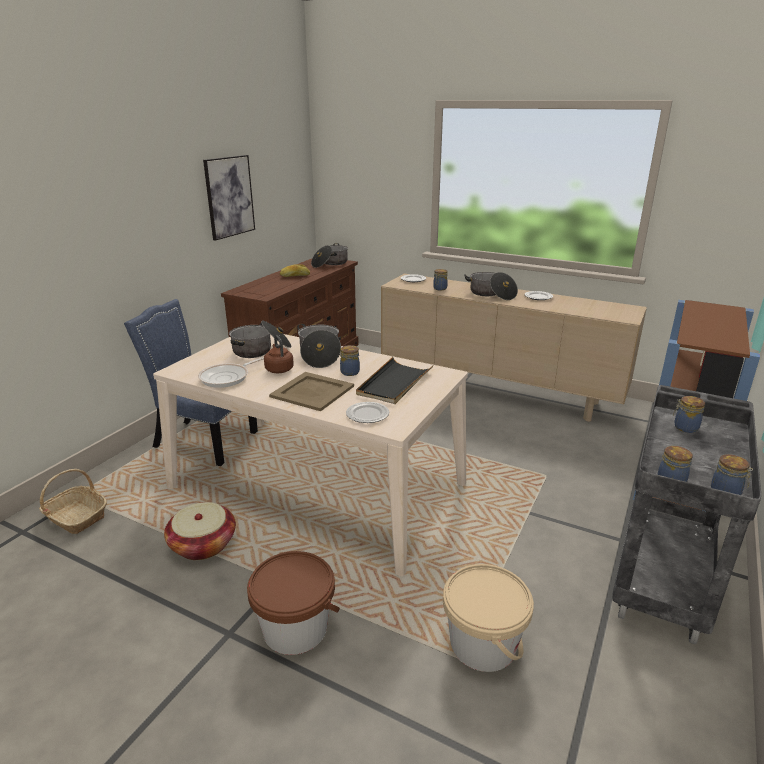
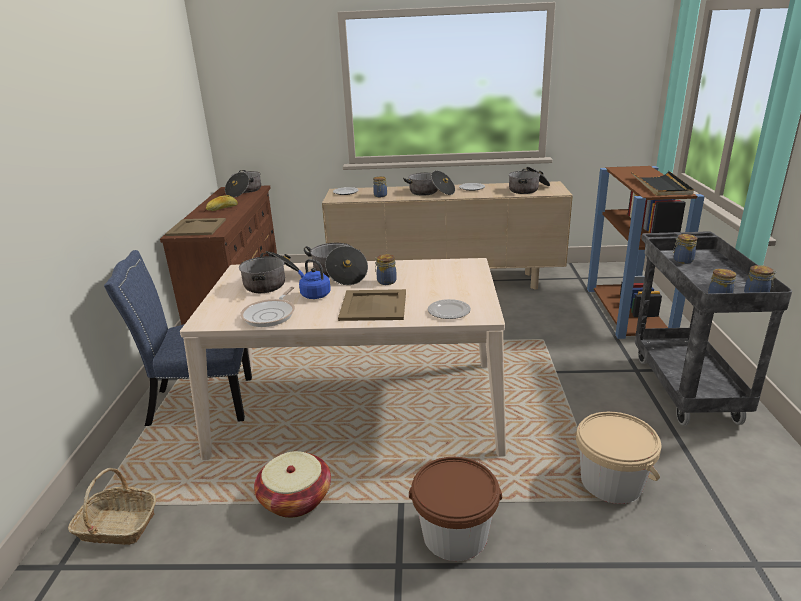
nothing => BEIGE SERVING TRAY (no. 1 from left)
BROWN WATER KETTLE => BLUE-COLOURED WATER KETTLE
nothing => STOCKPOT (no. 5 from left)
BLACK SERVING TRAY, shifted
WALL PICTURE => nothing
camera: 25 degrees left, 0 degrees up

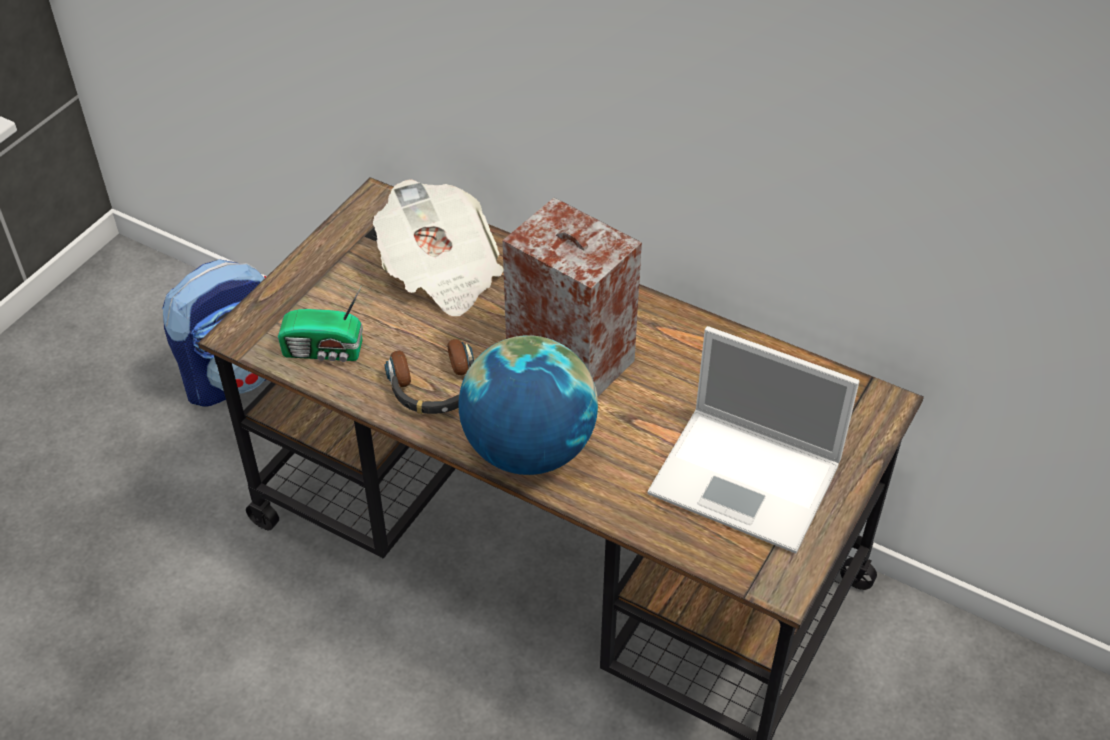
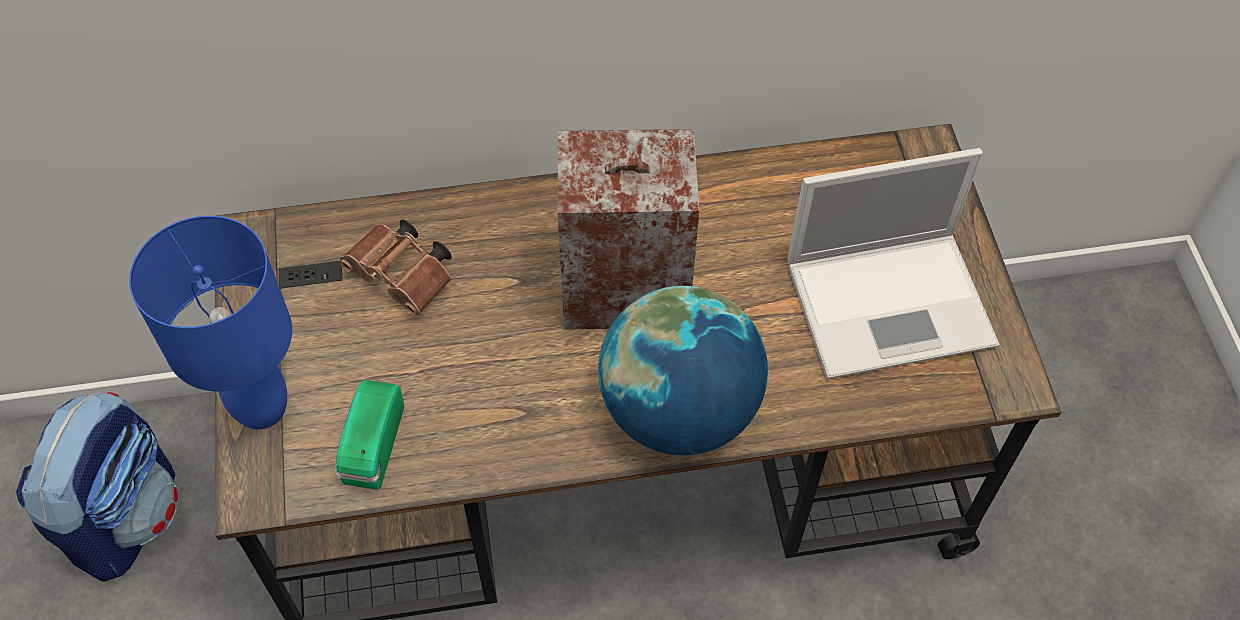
nothing => BLUE-COLOURED TABLETOP LAMP
RADIO, 135 degrees clockwise
DAILY PAPER => BROWN FIELD GLASSES
PAIR OF HEADPHONES => nothing
camera: 40 degrees left, 10 degrees up

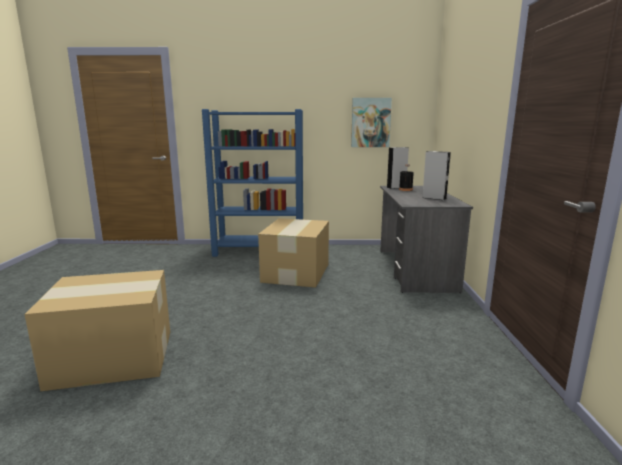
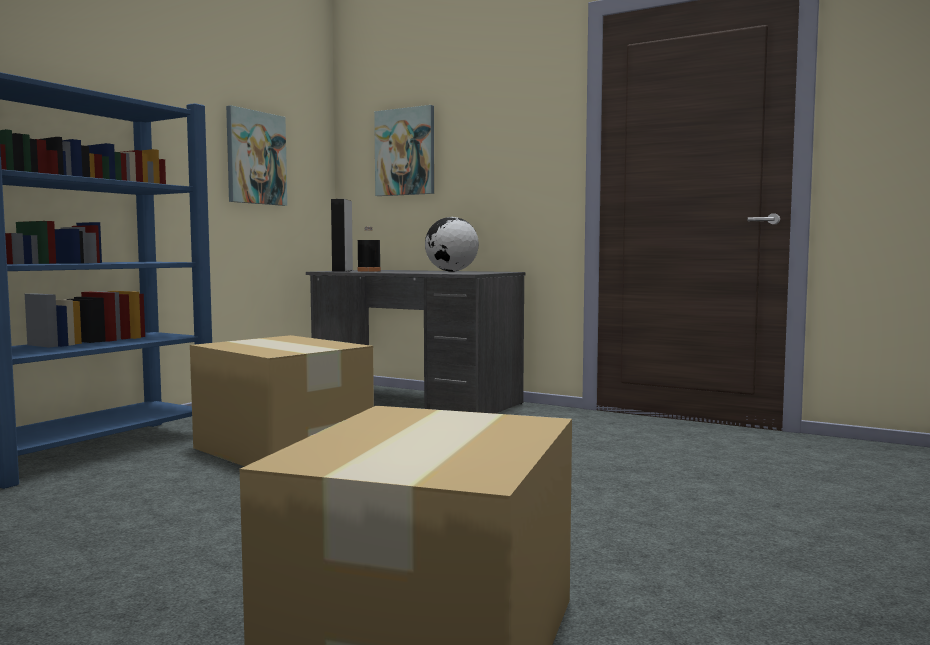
nothing => WALL PICTURE (no. 2 from left)
GRAY LOUDSPEAKER (no. 2 from left) => DESK GLOBE
camera: 60 degrees left, 10 degrees down

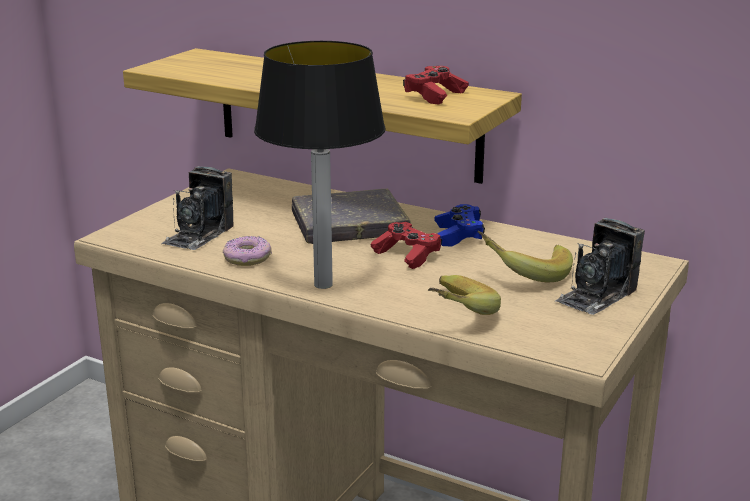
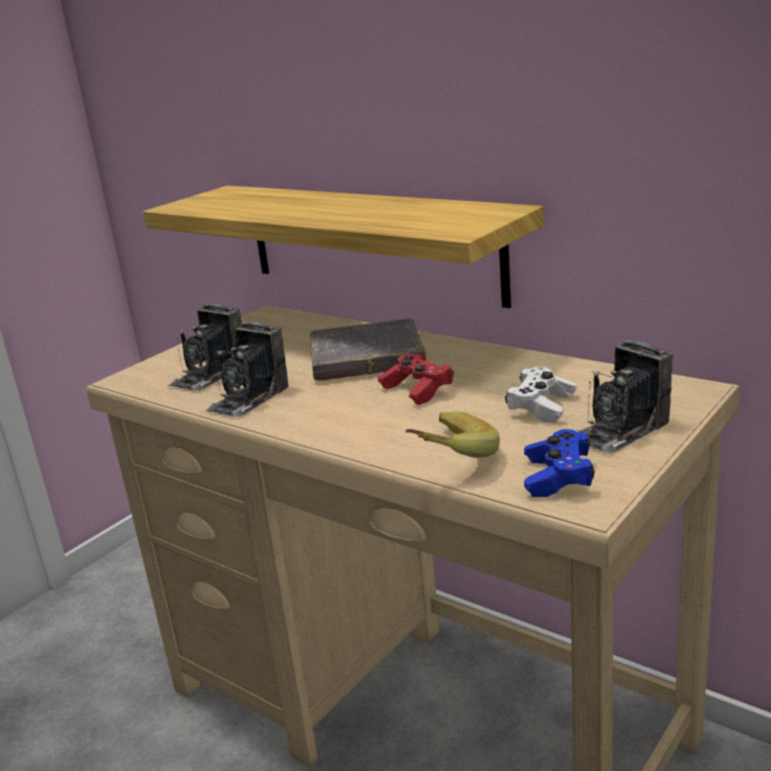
RING DOUGHNUT => PHOTO CAMERA (no. 2 from left)
WHOLE BANANA (no. 2 from left) => WHITISH GAMEPAD
BLUE-COLOURED GAMEPAD, shifted
TABLETOP LAMP => nothing
RED GAMEPAD (no. 2 from left) => nothing
camera: 10 degrees right, 0 degrees up

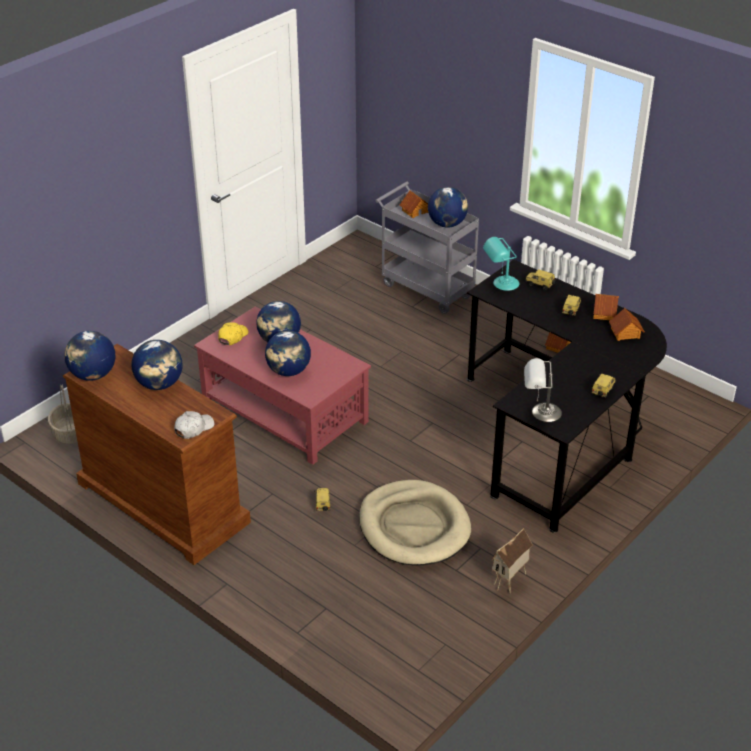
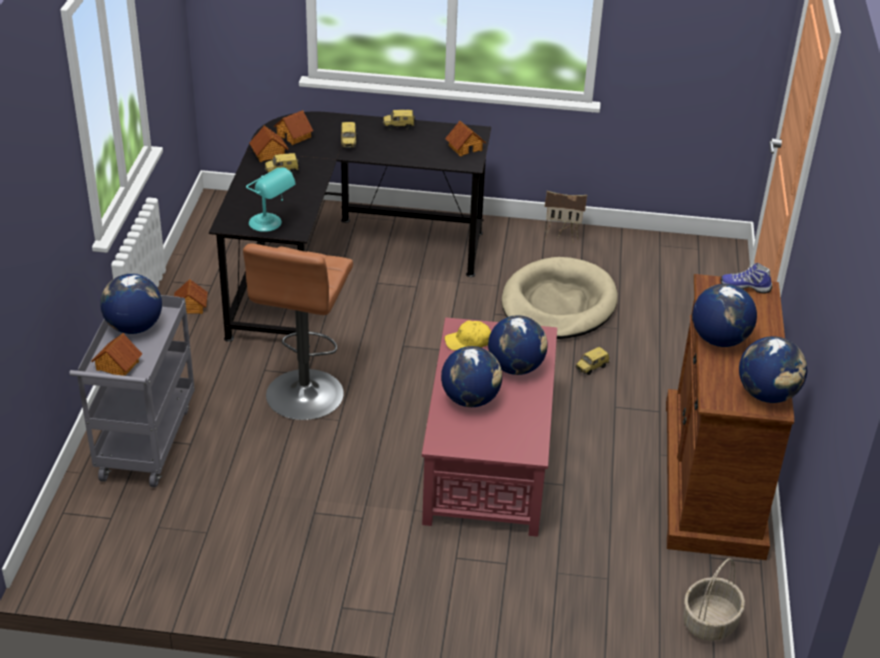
nothing => BROWN STOOL
MINIATURE CAR (no. 2 from left), shifted
WHITISH TABLETOP LAMP => MINIATURE HOUSE (no. 5 from left)
YELLOW BASEBALL CAP, shifted
WHITISH BASEBALL CAP => ITEM OF FOOTWEAR
camera: 125 degrees left, 0 degrees up

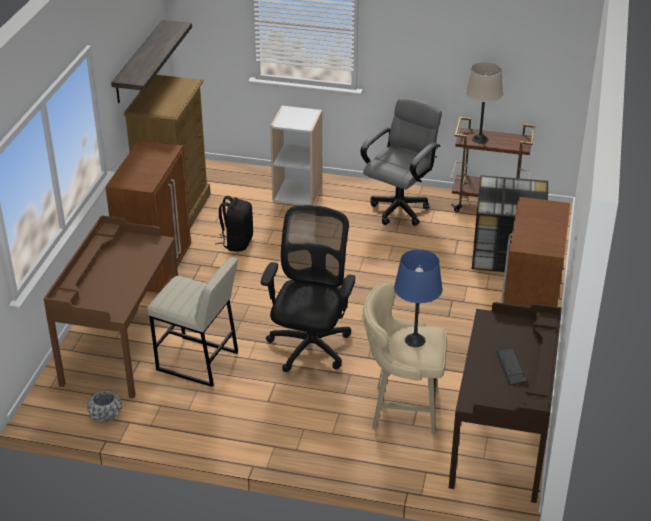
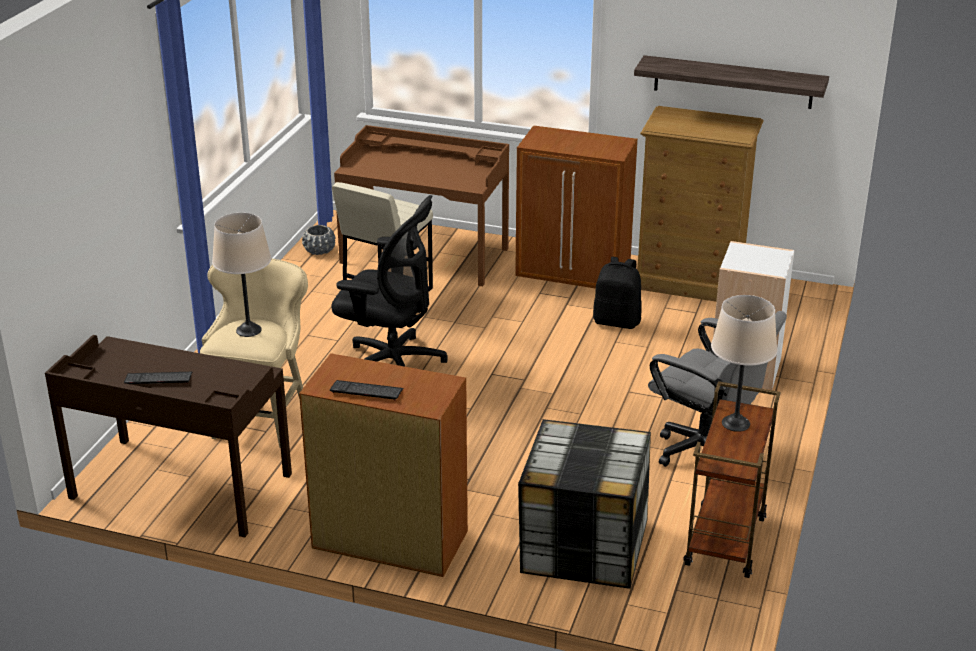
BLUE-COLOURED TABLETOP LAMP => BEIGE TABLETOP LAMP (no. 1 from left)
nothing => PC KEYBOARD (no. 2 from left)
camera: 95 degrees right, 5 degrees down

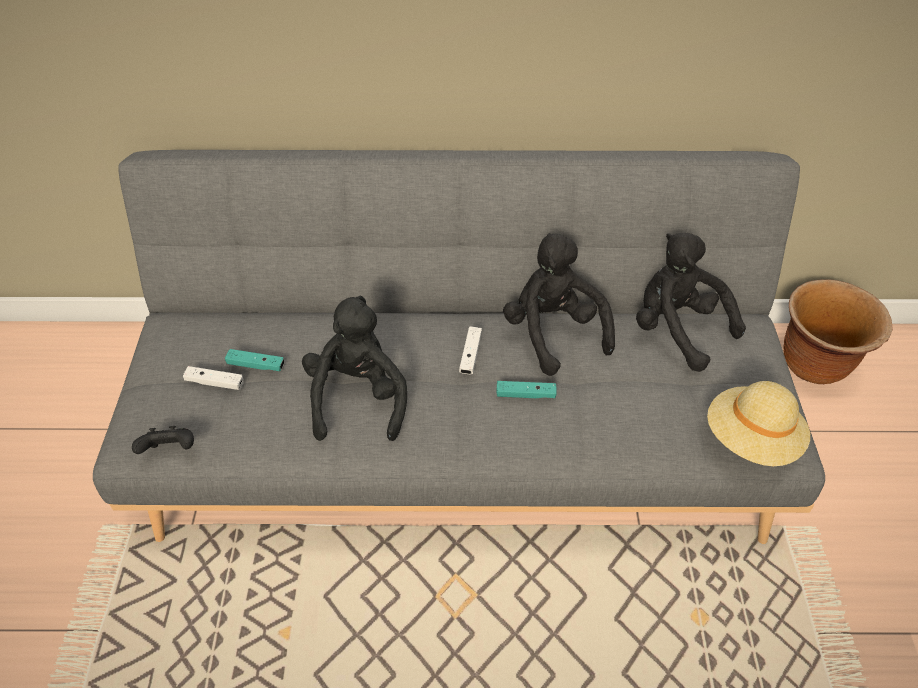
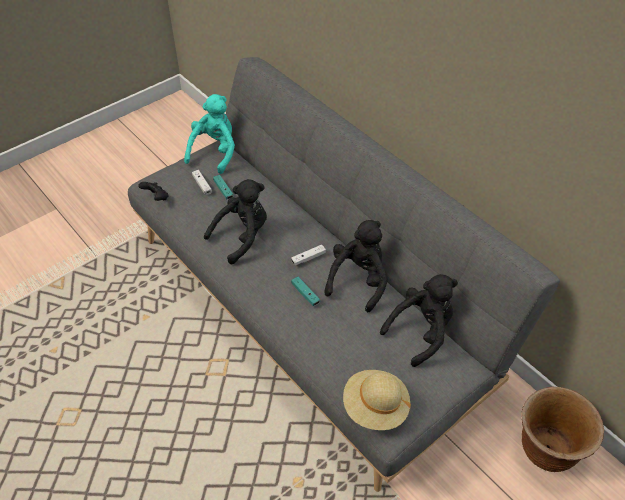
nothing => BLUE-GREEN PLUSH TOY
BLACK PLUSH TOY (no. 3 from left), 45 degrees clockwise
camera: 50 degrees right, 0 degrees up

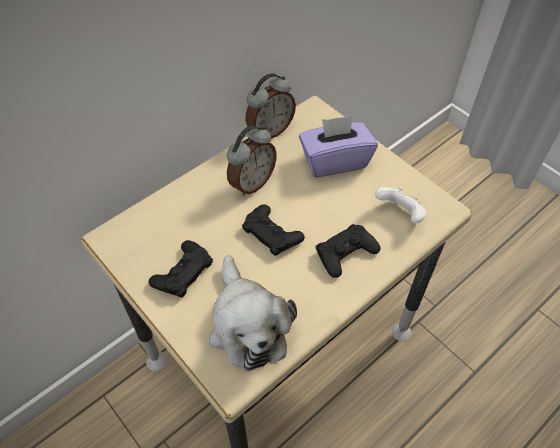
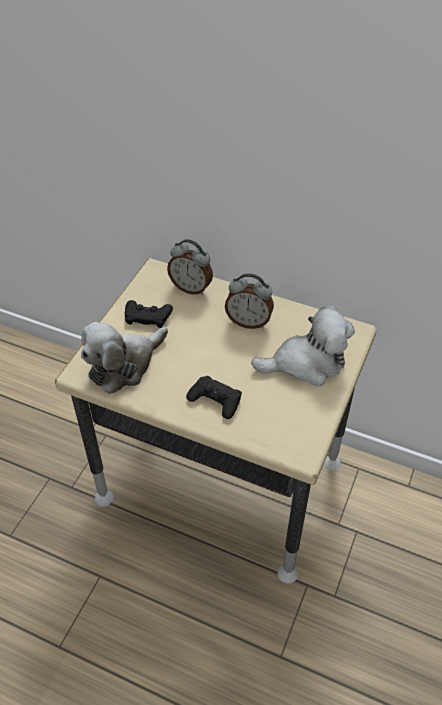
BEDSIDE CLOCK (no. 2 from left in the first image) => BEDSIDE CLOCK (no. 1 from left), shifted
PURPLISH BOX OF TISSUES => PLUSH TOY (no. 2 from left)
BLACK GAMEPAD (no. 2 from left) => nothing
WHITISH GAMEPAD => nothing
camera: 65 degrees right, 5 degrees down

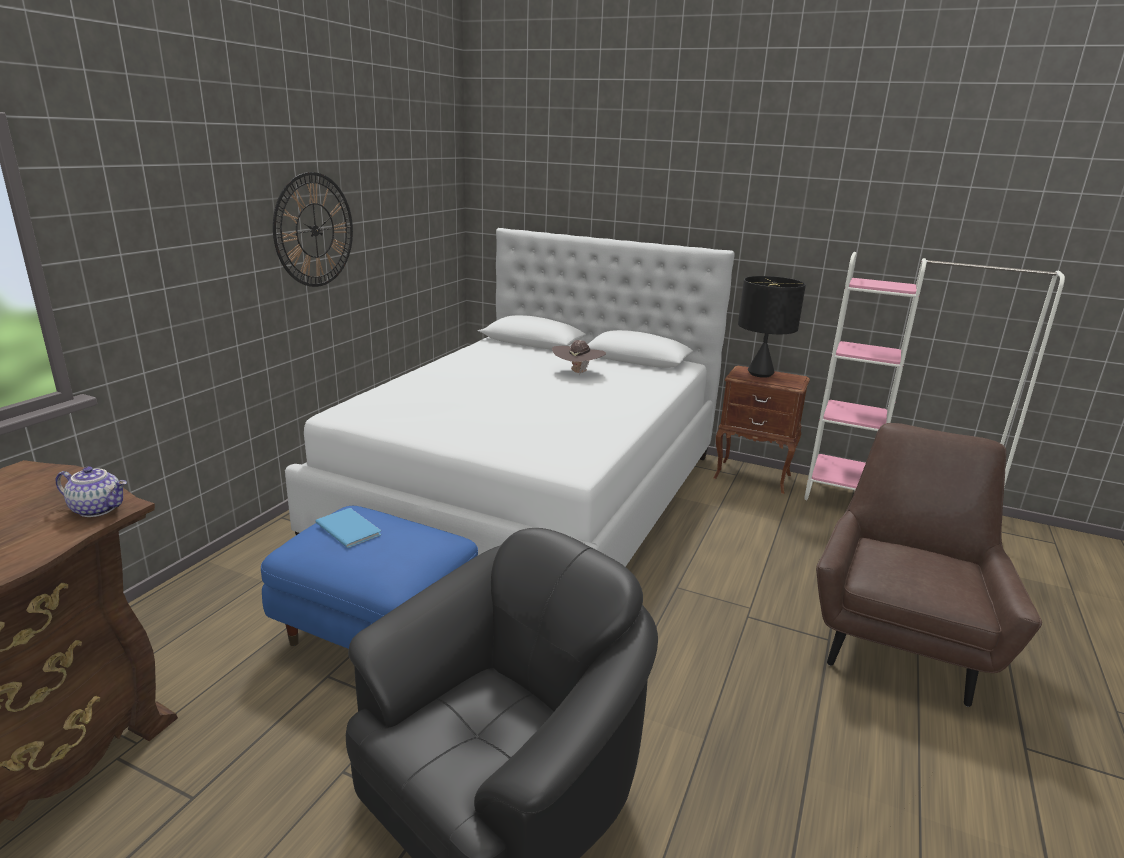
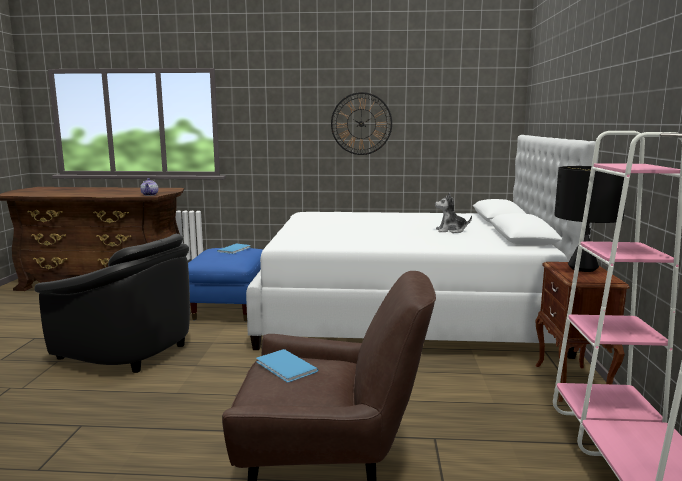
nothing => BLUE-COLOURED BOUND BOOK (no. 2 from left)
BROWN WEARABLE HAT => PLUSH TOY
camera: 70 degrees right, 10 degrees down

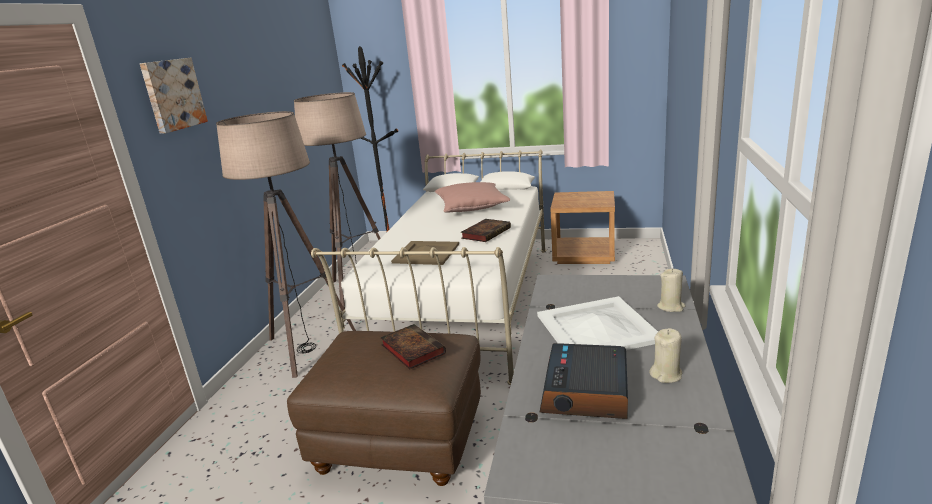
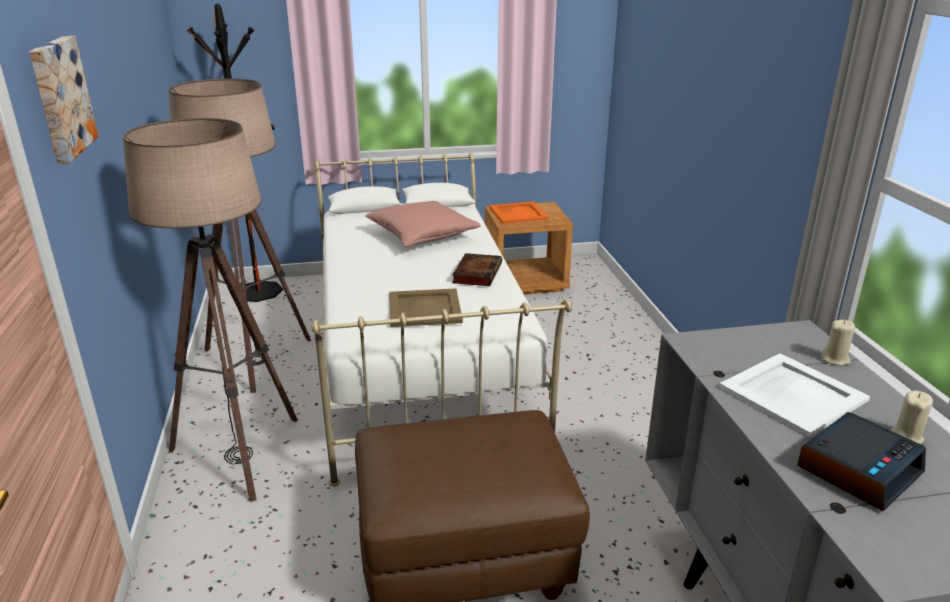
nothing => ORANGE SERVING TRAY
BEDSIDE CLOCK, 120 degrees counterclockwise
BOUND BOOK (no. 1 from left) => nothing
camera: 25 degrees left, 5 degrees up

